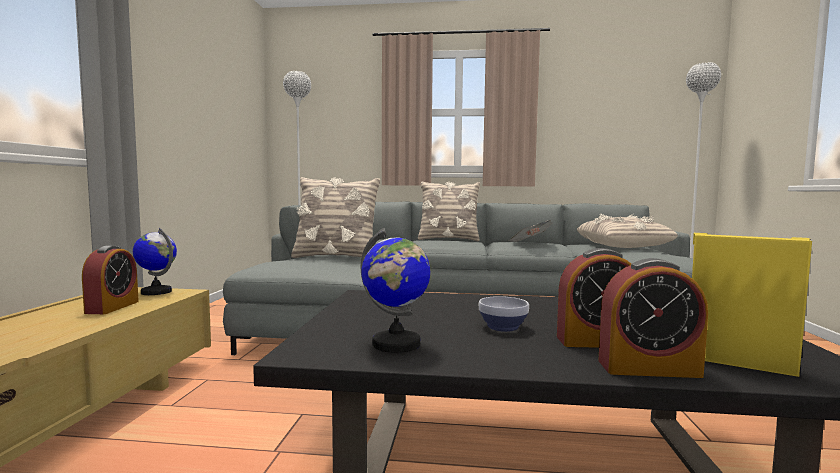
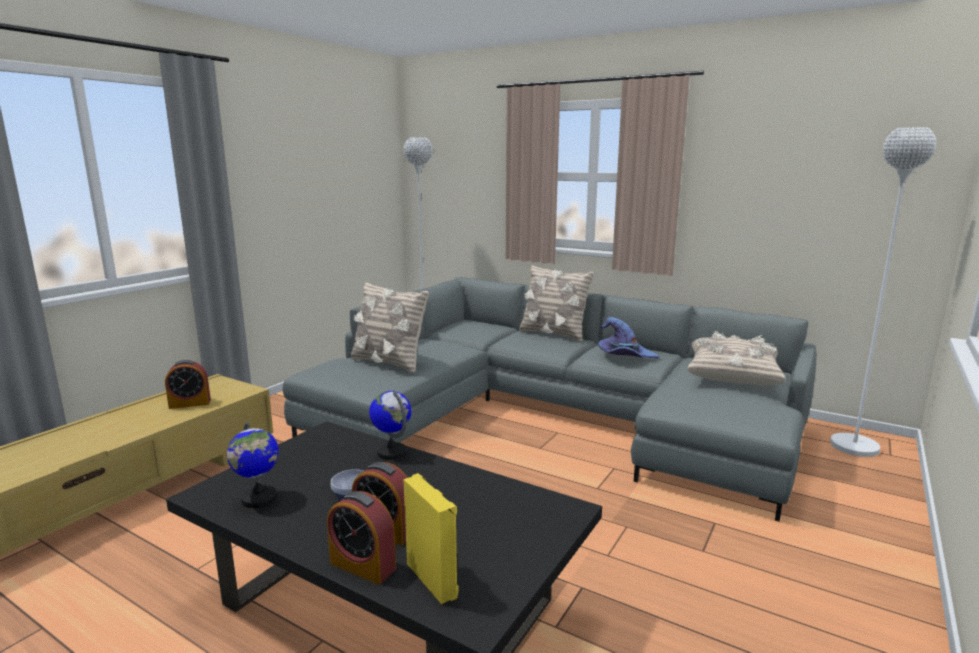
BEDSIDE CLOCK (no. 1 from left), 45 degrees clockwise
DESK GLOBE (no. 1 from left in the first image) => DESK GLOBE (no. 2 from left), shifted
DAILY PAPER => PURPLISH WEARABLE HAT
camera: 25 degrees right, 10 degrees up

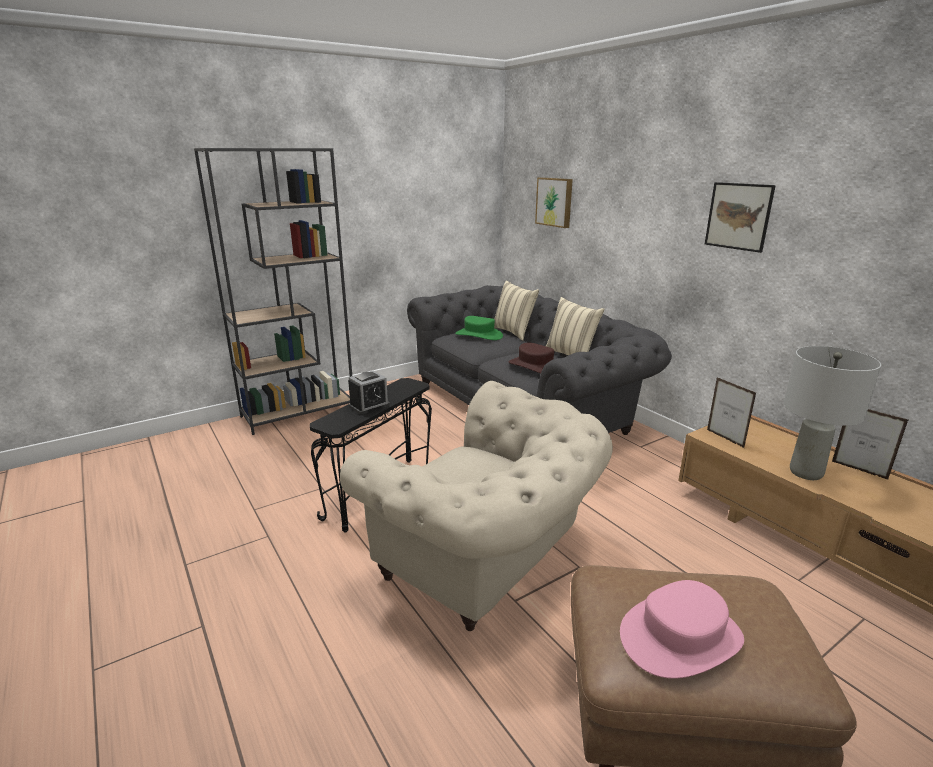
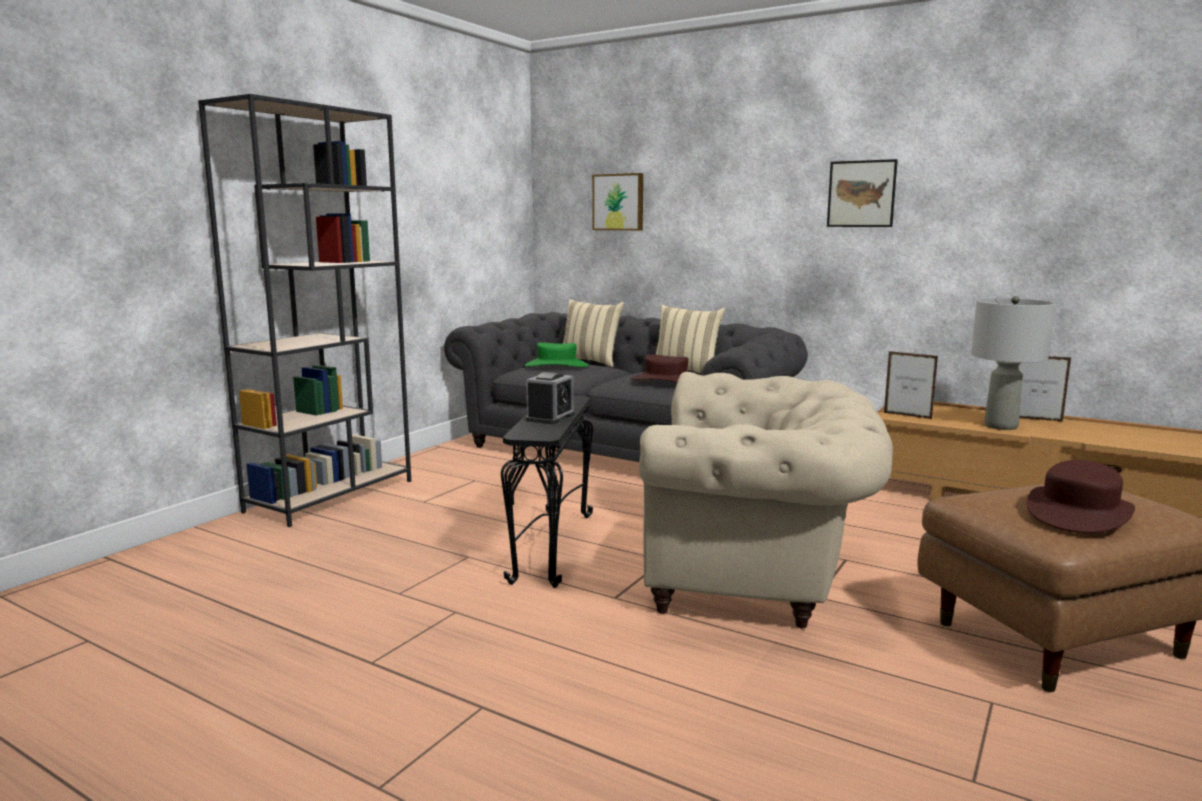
PINK-COLOURED WEARABLE HAT => BROWN WEARABLE HAT (no. 2 from left)
camera: 25 degrees left, 10 degrees down

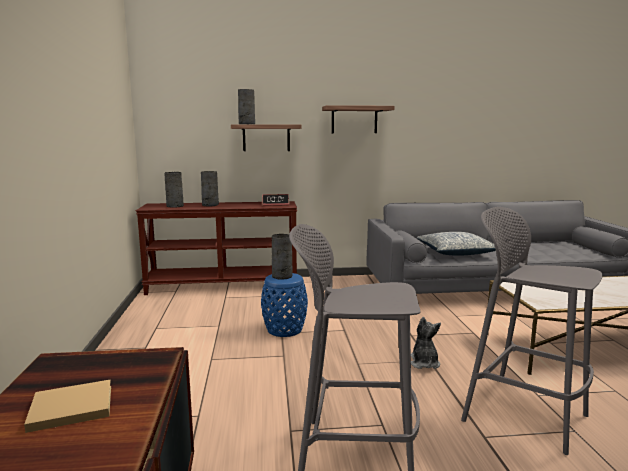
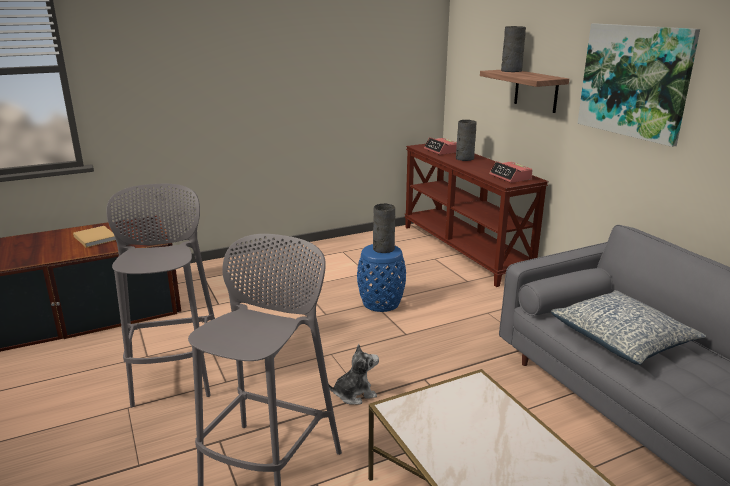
GRAY VASE (no. 1 from left) => BEDSIDE CLOCK (no. 1 from left)
BRACKET SHELF (no. 2 from left) => WALL PICTURE
camera: 70 degrees right, 10 degrees up

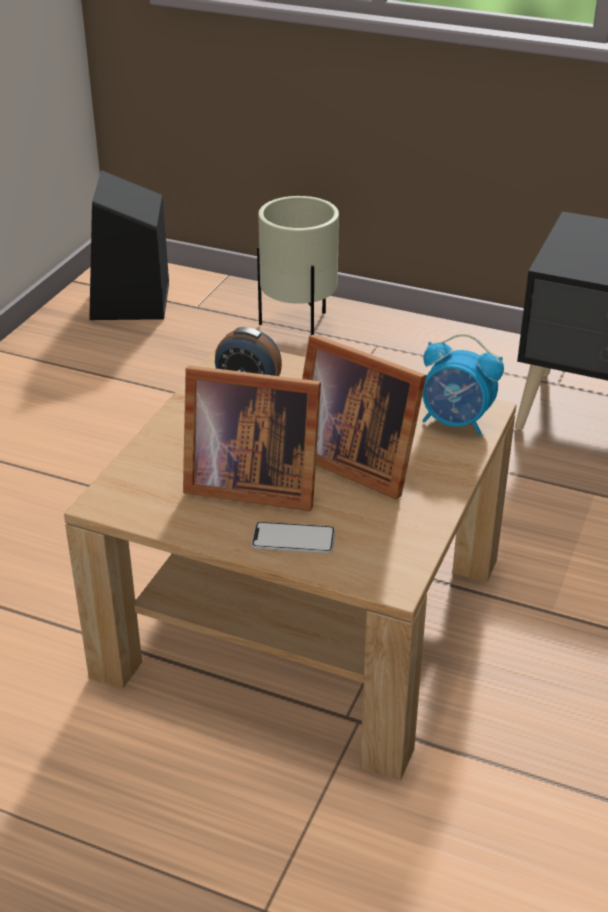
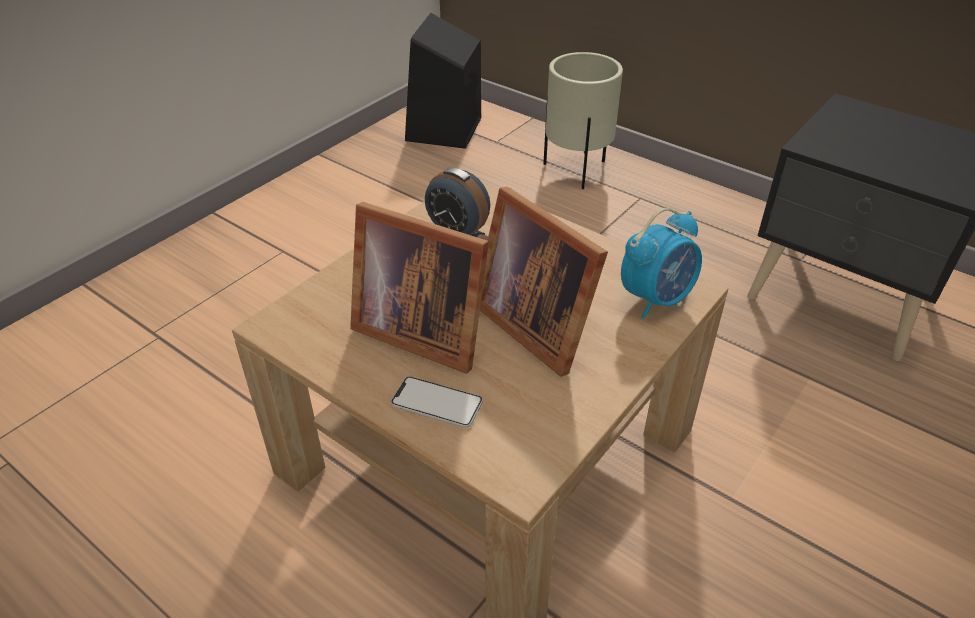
BEDSIDE CLOCK (no. 2 from left), 75 degrees counterclockwise
camera: 15 degrees right, 5 degrees up

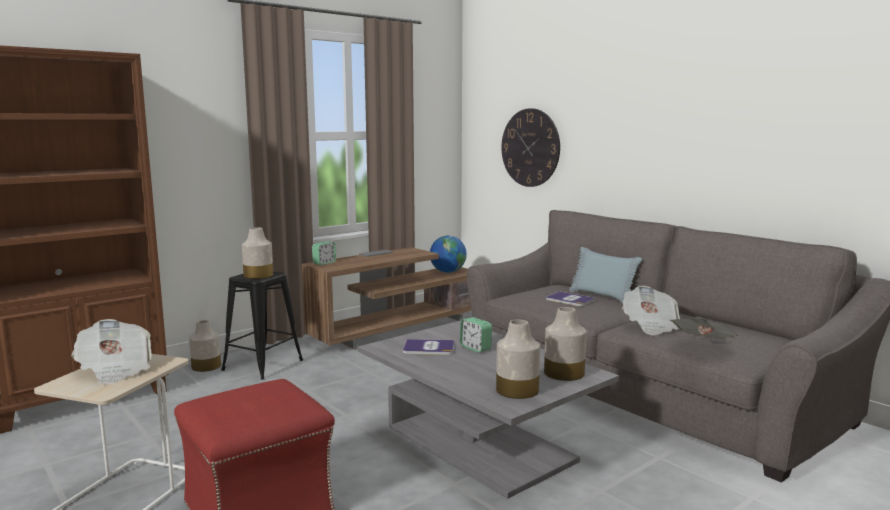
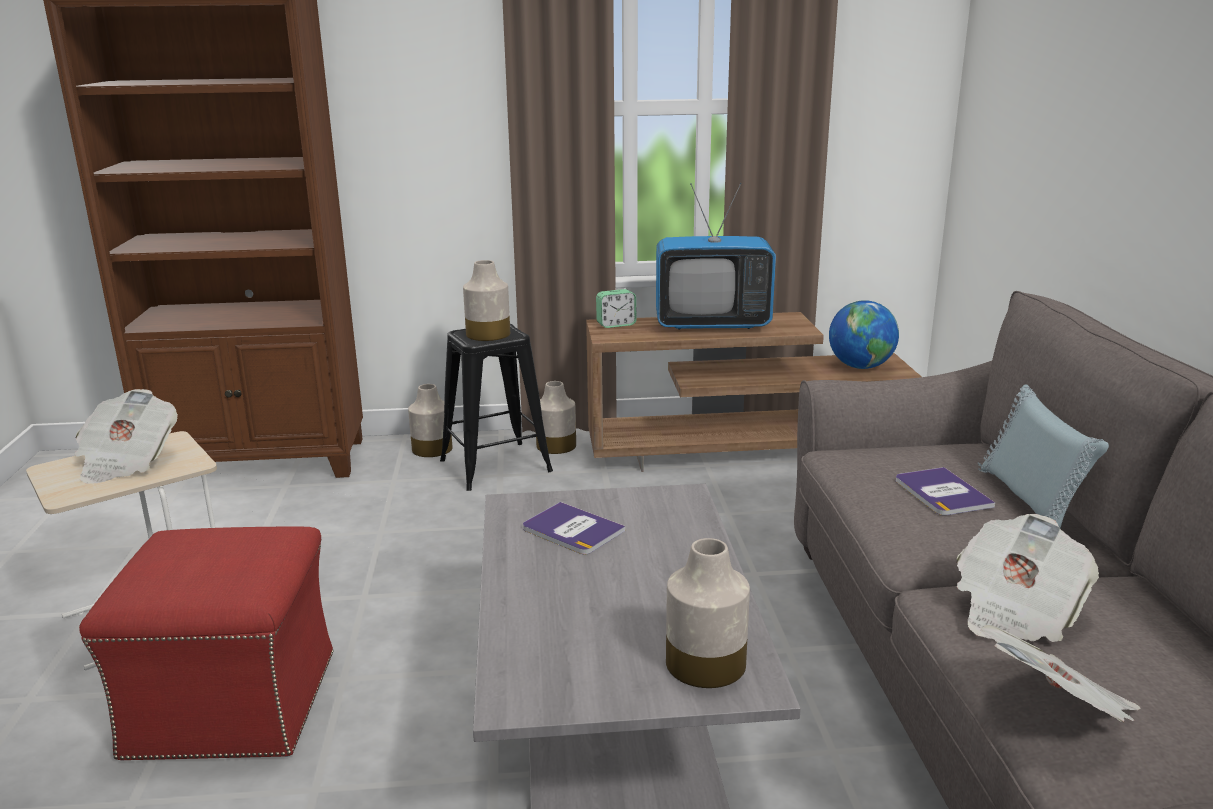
BEIGE VASE (no. 3 from left), shifted
nothing => TV
BEDSIDE CLOCK (no. 2 from left) => nothing
CLOCK ON THE WALL => nothing
camera: 35 degrees right, 10 degrees up

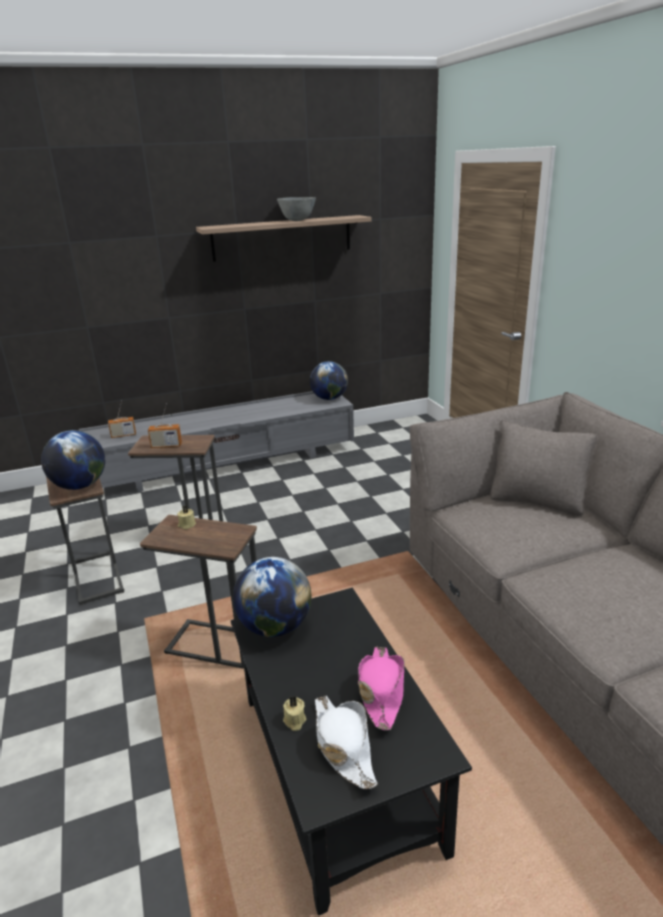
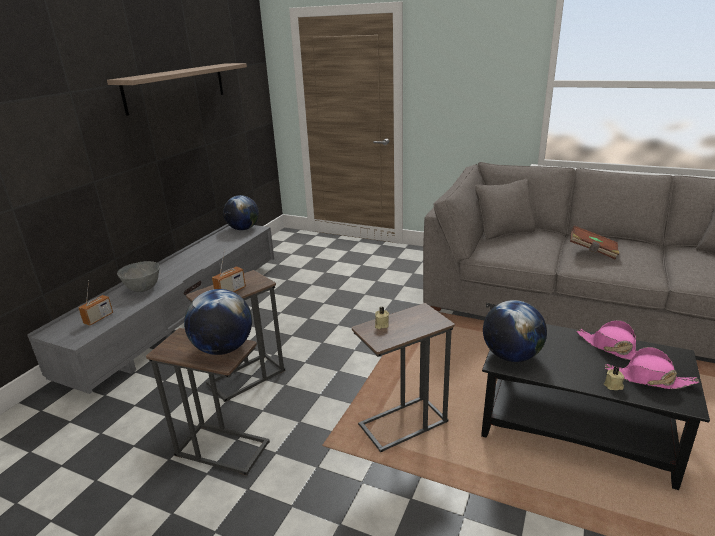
GRAY BOWL, shifted
nothing => BROWN BOUND BOOK
WHITISH WEARABLE HAT => PINK-COLOURED WEARABLE HAT (no. 2 from left)
camera: 45 degrees left, 0 degrees up

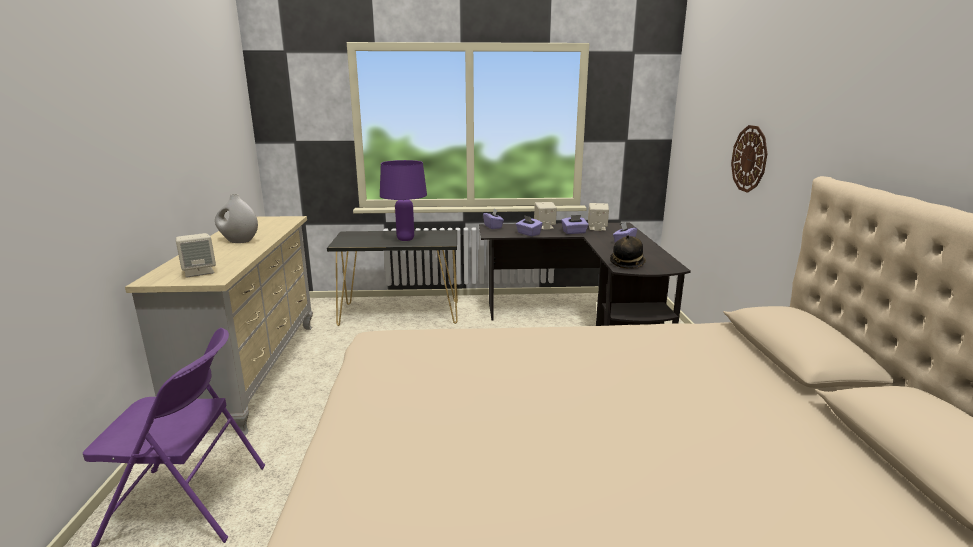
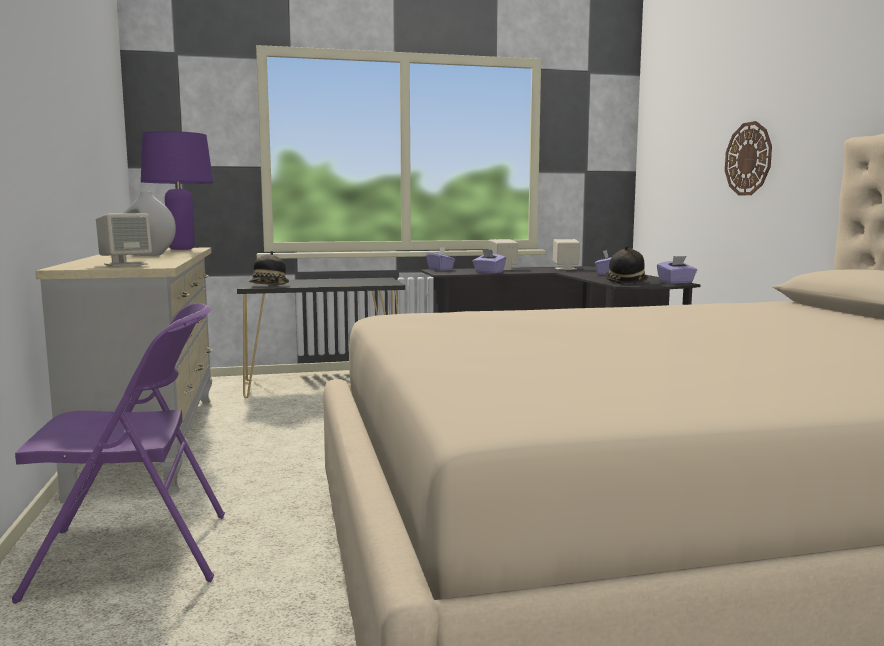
PURPLISH TABLETOP LAMP, shifted
nothing => WEARABLE HAT (no. 1 from left)
PURPLISH BOX OF TISSUES (no. 3 from left in the first image) => PURPLISH BOX OF TISSUES (no. 4 from left), shifted
camera: 10 degrees left, 10 degrees down

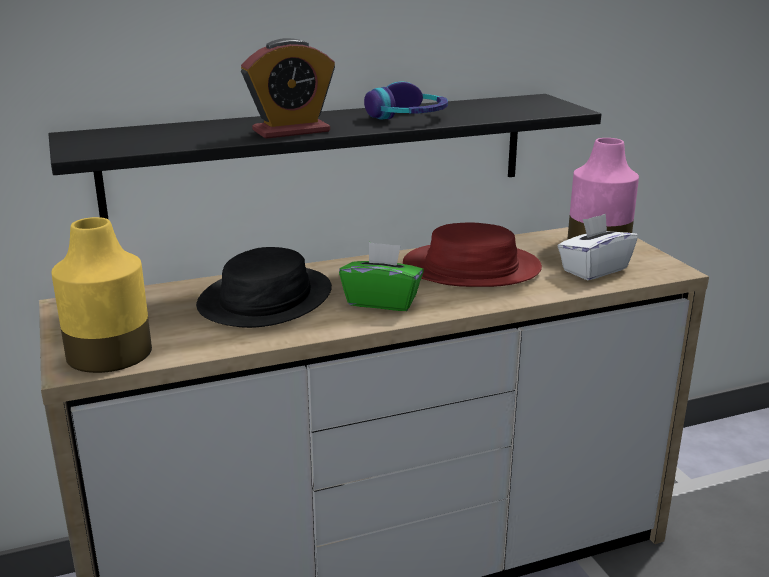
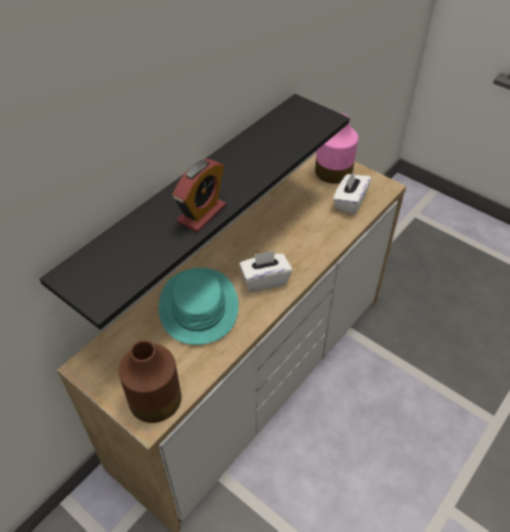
YELLOW VASE => BROWN VASE
BLACK WEARABLE HAT => BLUE-GREEN WEARABLE HAT
GREENISH BOX OF TISSUES => WHITISH BOX OF TISSUES (no. 1 from left)
PAIR OF HEADPHONES => nothing
RED WEARABLE HAT => nothing
camera: 30 degrees left, 25 degrees up

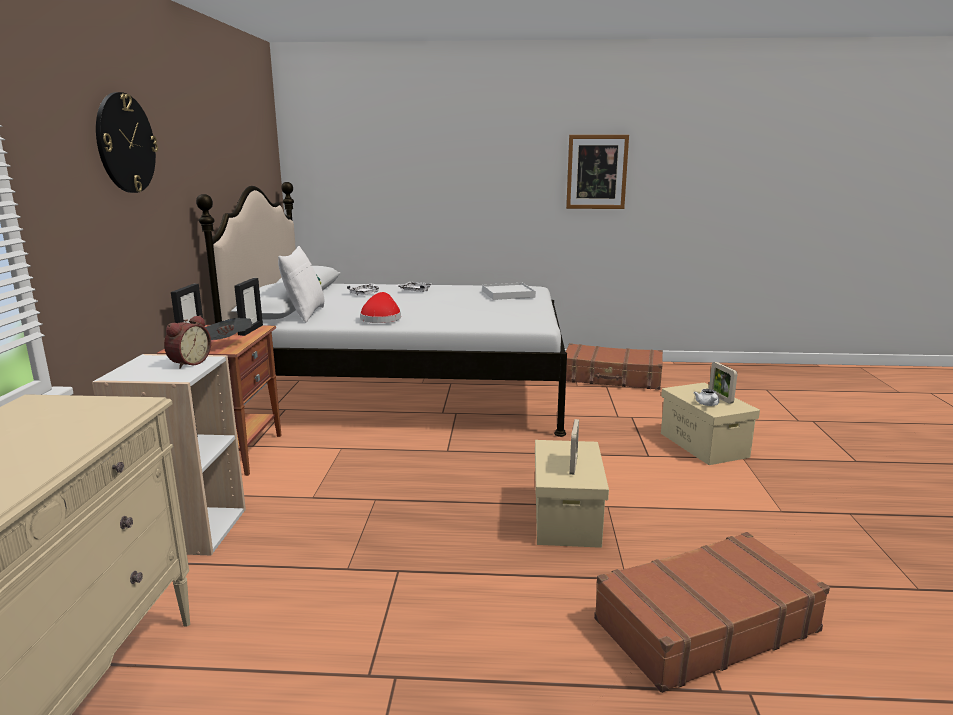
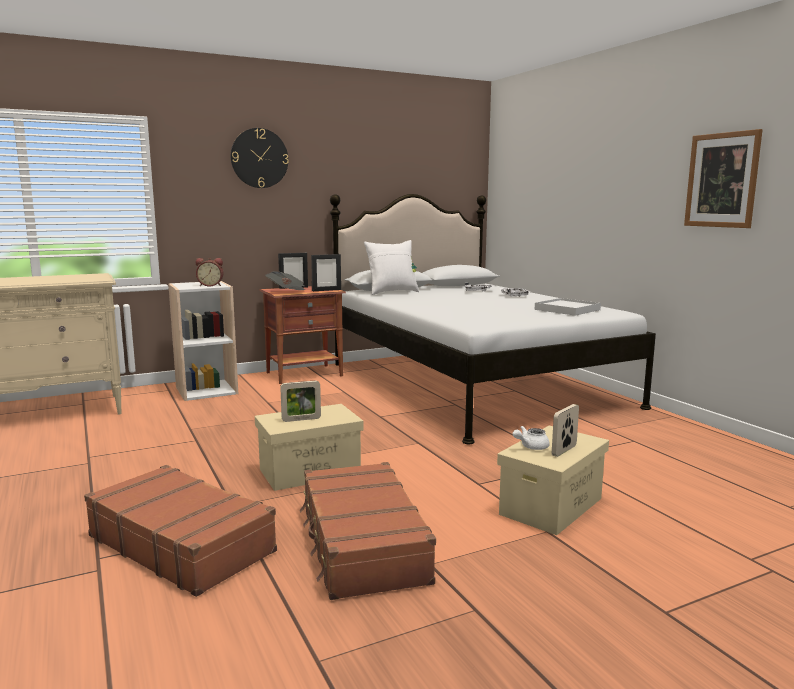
BROWN SUITCASE (no. 1 from left in the first image) => BROWN SUITCASE (no. 2 from left), shifted
RED WEARABLE HAT => nothing
camera: 60 degrees right, 5 degrees down

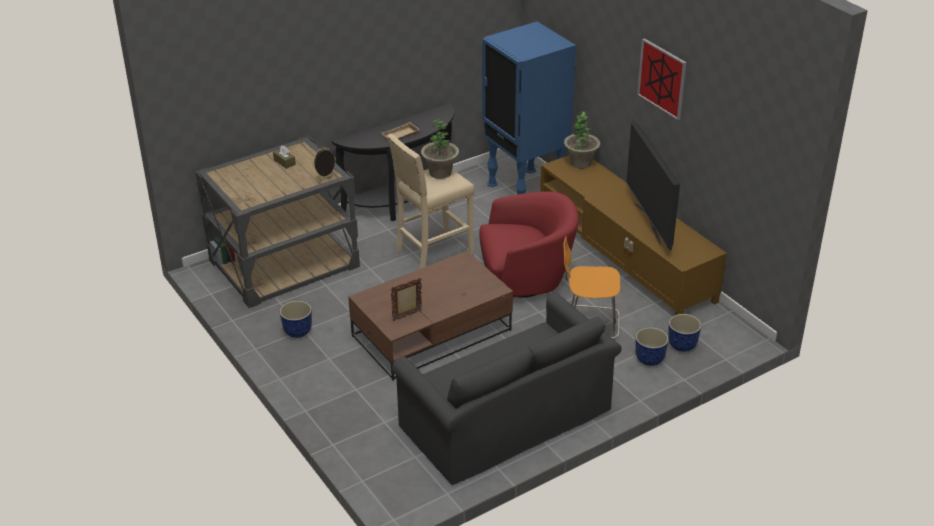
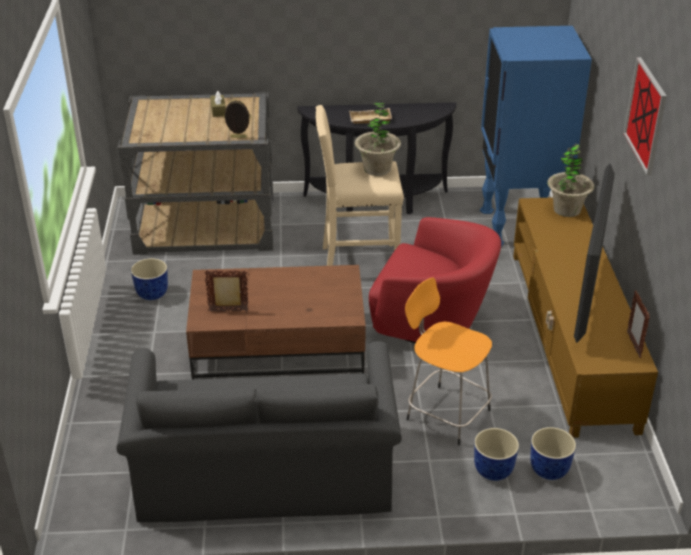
nothing => STANDING FRAME (no. 3 from left)
camera: 30 degrees right, 0 degrees up

